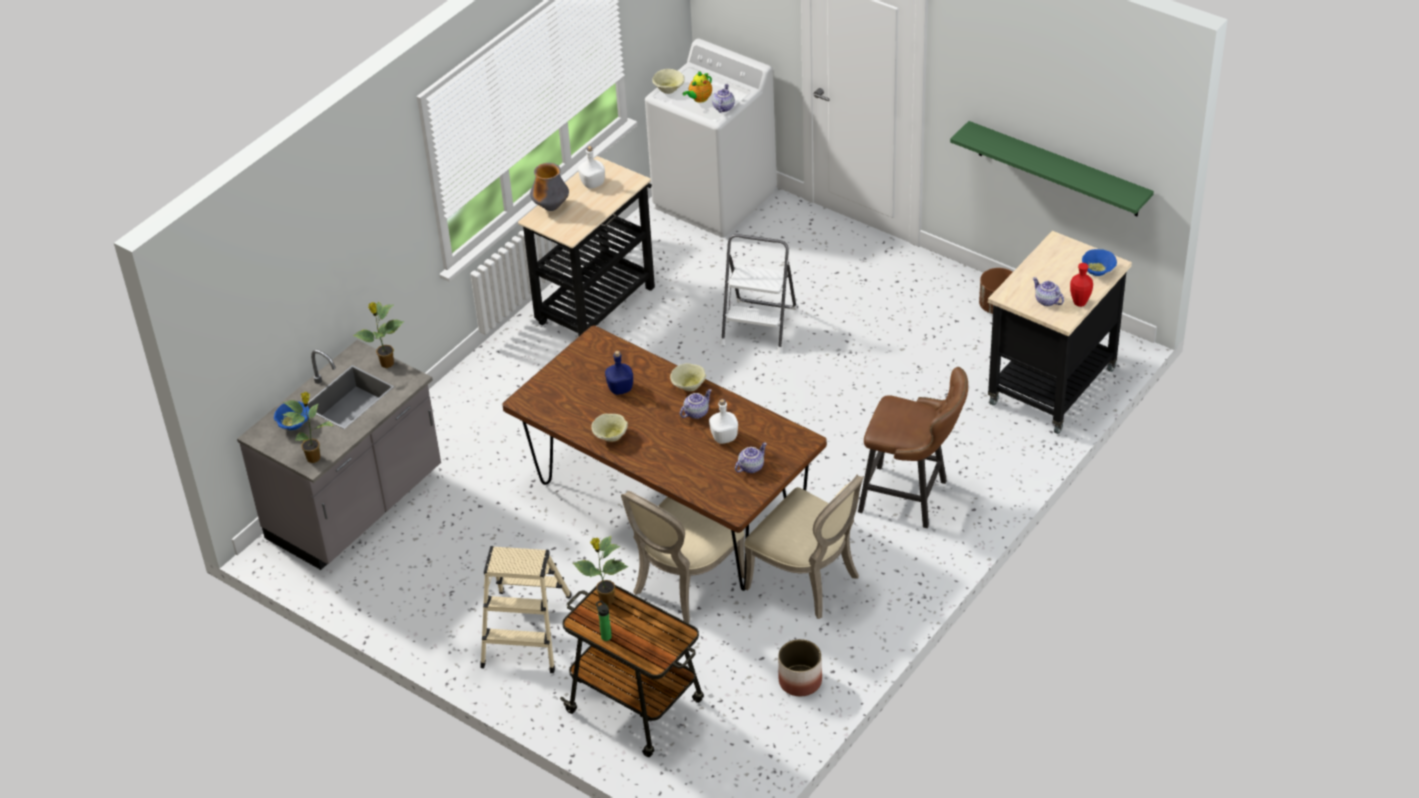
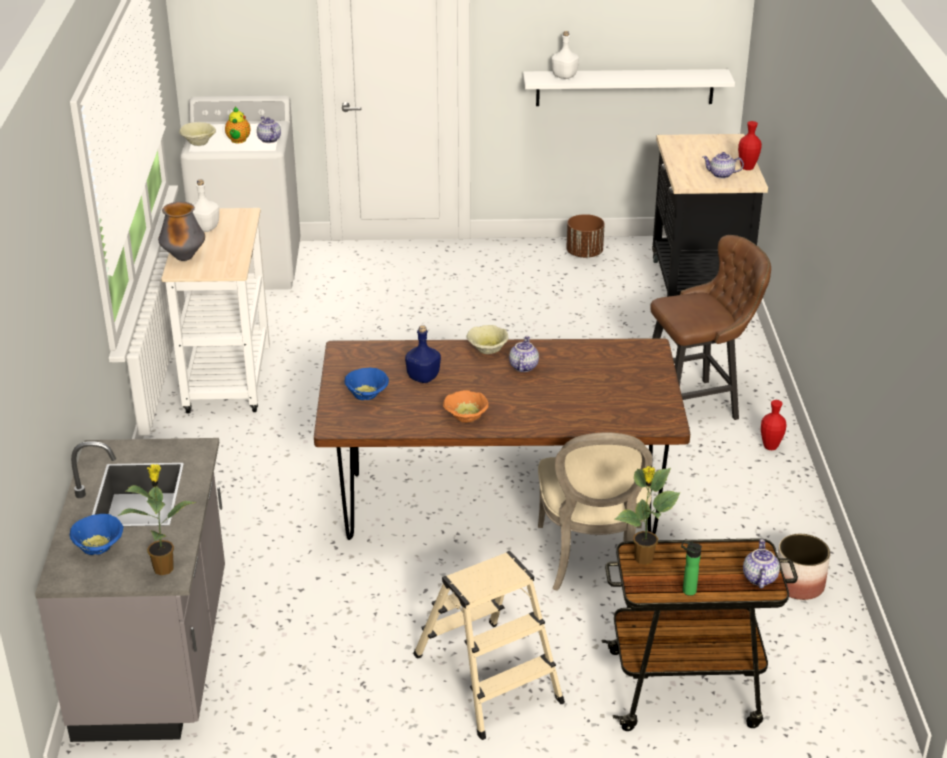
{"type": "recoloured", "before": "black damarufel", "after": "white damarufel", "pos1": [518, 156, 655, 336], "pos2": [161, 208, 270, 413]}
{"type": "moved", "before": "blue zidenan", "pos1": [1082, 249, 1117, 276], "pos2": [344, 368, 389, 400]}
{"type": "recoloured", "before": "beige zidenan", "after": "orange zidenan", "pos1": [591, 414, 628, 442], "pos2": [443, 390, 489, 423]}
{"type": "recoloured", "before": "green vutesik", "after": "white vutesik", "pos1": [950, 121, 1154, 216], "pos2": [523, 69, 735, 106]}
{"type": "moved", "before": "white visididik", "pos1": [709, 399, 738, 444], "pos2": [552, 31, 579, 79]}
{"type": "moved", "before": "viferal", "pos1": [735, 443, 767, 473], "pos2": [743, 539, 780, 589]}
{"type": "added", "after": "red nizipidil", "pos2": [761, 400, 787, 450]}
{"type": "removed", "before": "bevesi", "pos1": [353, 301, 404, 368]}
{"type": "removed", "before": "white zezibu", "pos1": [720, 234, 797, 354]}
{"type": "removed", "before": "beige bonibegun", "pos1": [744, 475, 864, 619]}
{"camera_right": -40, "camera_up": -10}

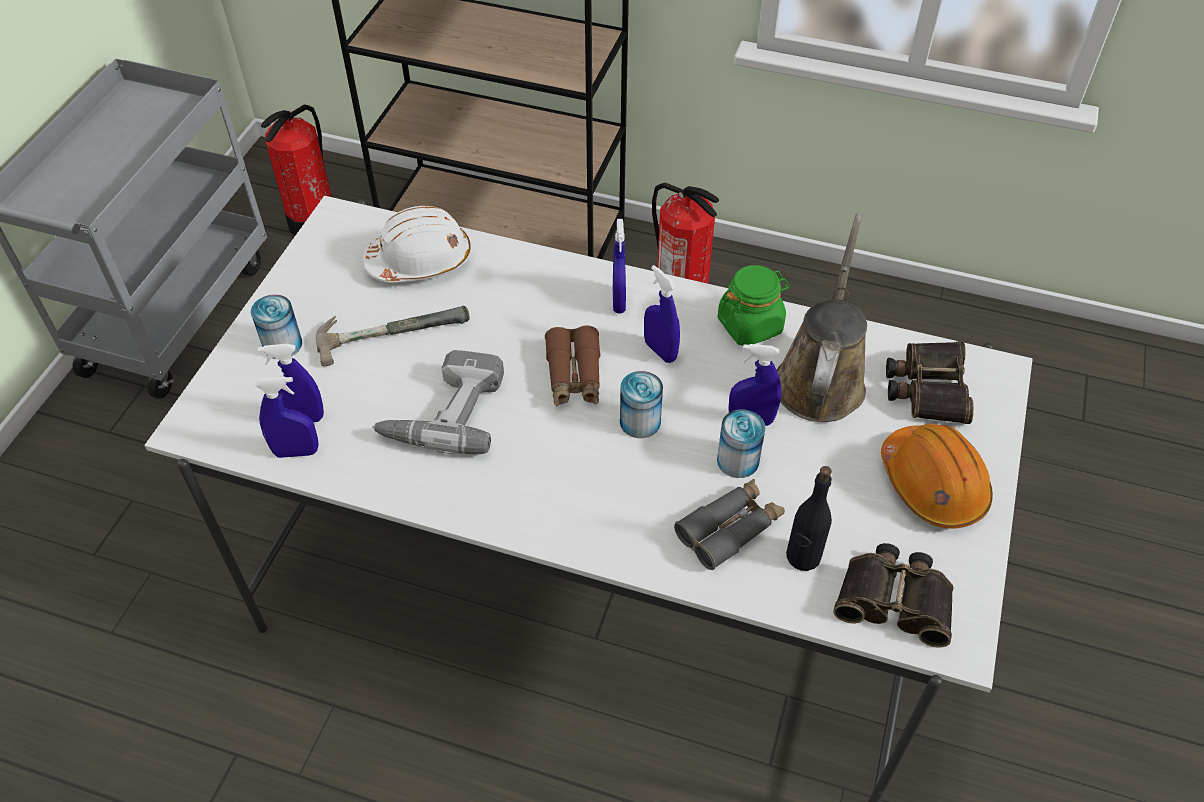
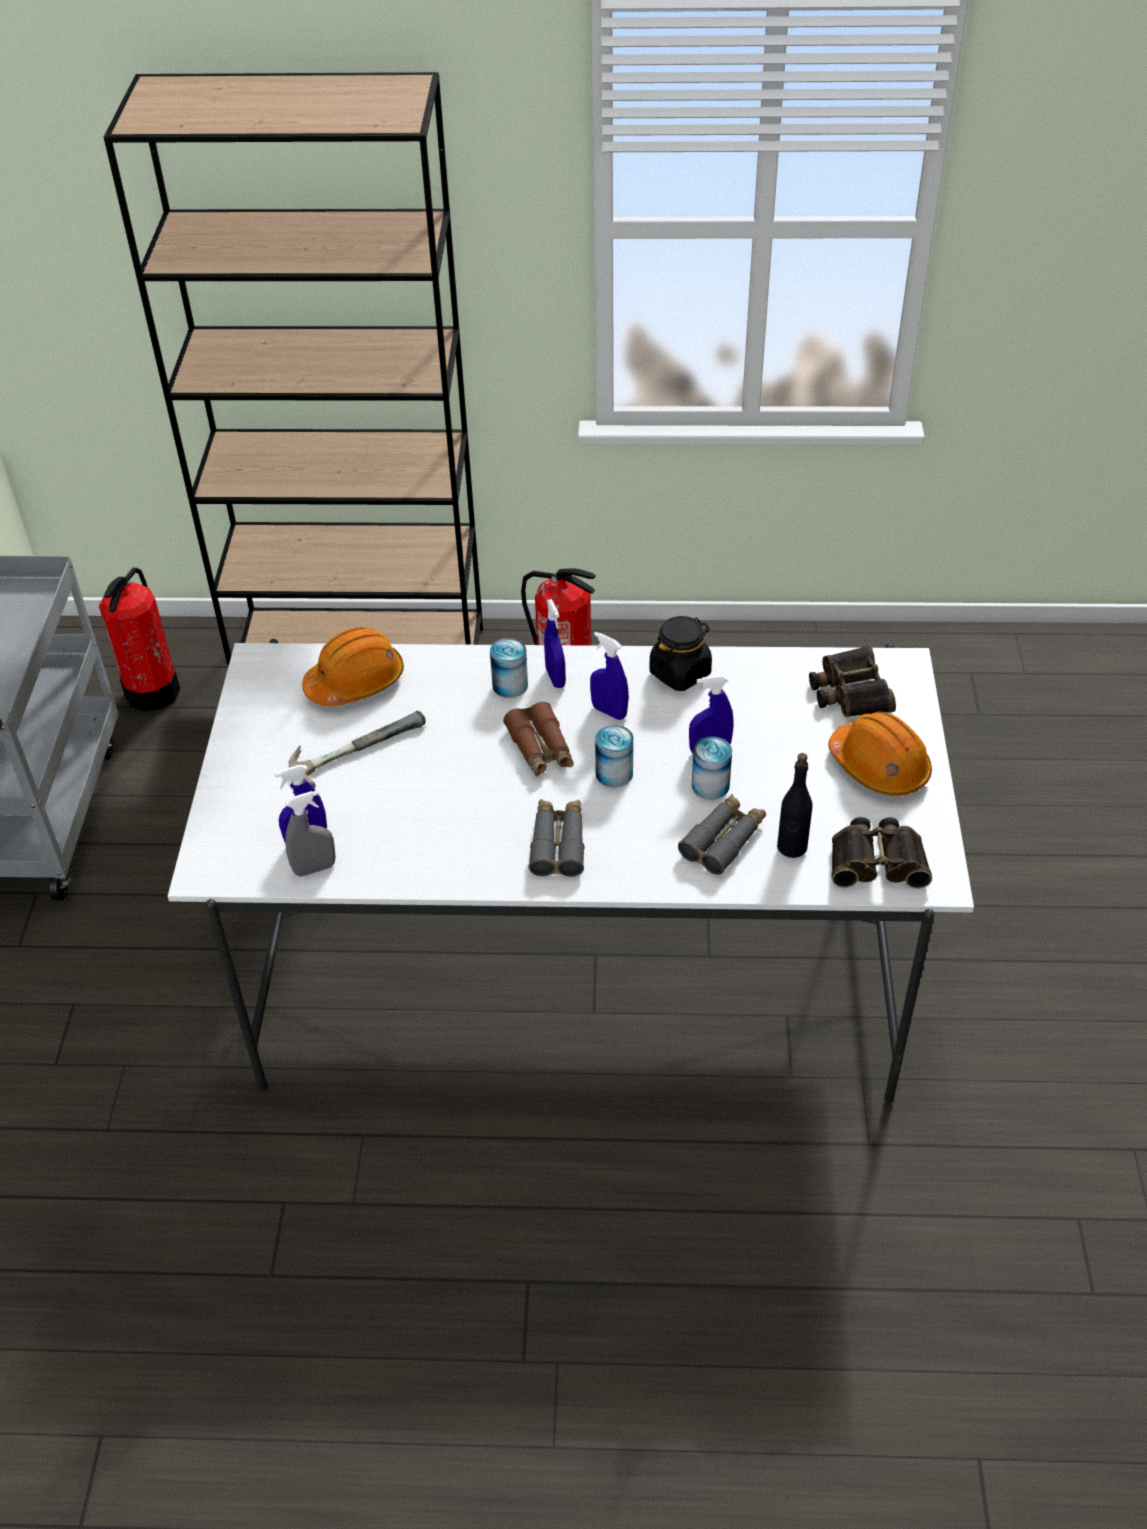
{"type": "recoloured", "before": "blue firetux", "after": "grey firetux", "pos1": [255, 377, 319, 458], "pos2": [285, 791, 336, 876]}
{"type": "recoloured", "before": "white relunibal", "after": "orange relunibal", "pos1": [362, 206, 471, 282], "pos2": [302, 627, 404, 706]}
{"type": "moved", "before": "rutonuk", "pos1": [251, 294, 302, 359], "pos2": [490, 638, 528, 698]}
{"type": "added", "after": "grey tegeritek", "pos2": [529, 799, 585, 877]}
{"type": "recoloured", "before": "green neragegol", "after": "black neragegol", "pos1": [718, 265, 790, 346], "pos2": [650, 616, 712, 691]}
{"type": "removed", "before": "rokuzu", "pos1": [372, 350, 504, 454]}
{"type": "removed", "before": "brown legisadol", "pos1": [777, 214, 867, 422]}
{"camera_right": -15, "camera_up": -5}

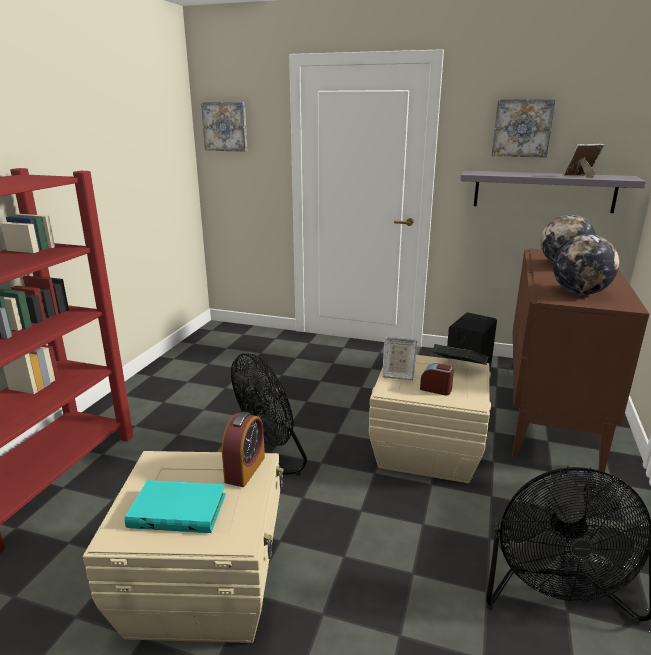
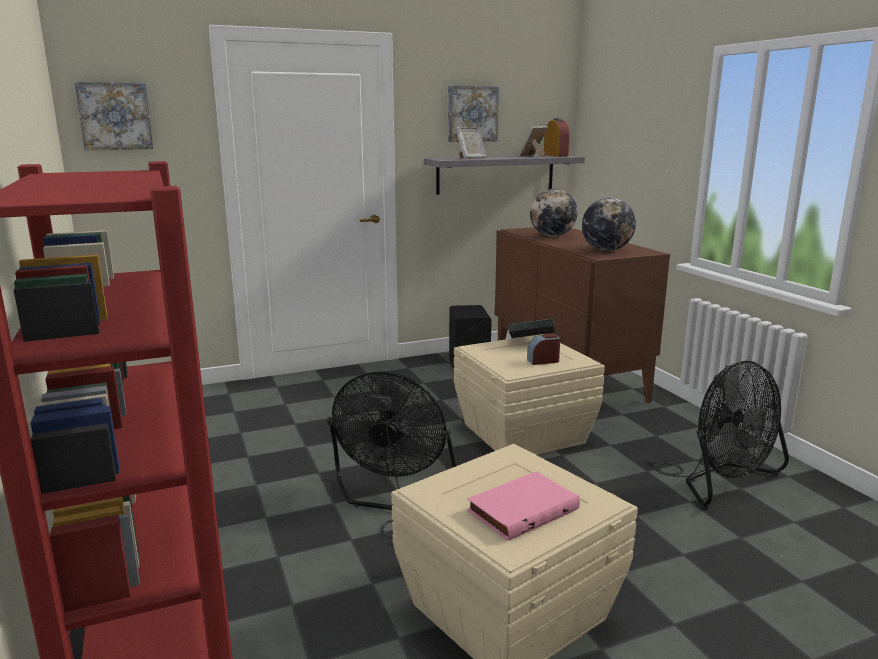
{"type": "moved", "before": "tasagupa", "pos1": [382, 336, 417, 380], "pos2": [456, 127, 486, 159]}
{"type": "recoloured", "before": "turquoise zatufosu", "after": "pink zatufosu", "pos1": [125, 480, 226, 533], "pos2": [467, 471, 580, 541]}
{"type": "moved", "before": "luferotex", "pos1": [222, 412, 265, 487], "pos2": [544, 118, 570, 157]}
{"camera_right": -40, "camera_up": -5}

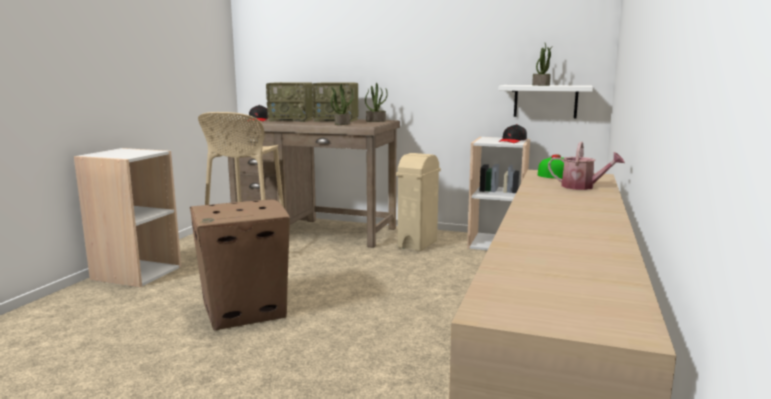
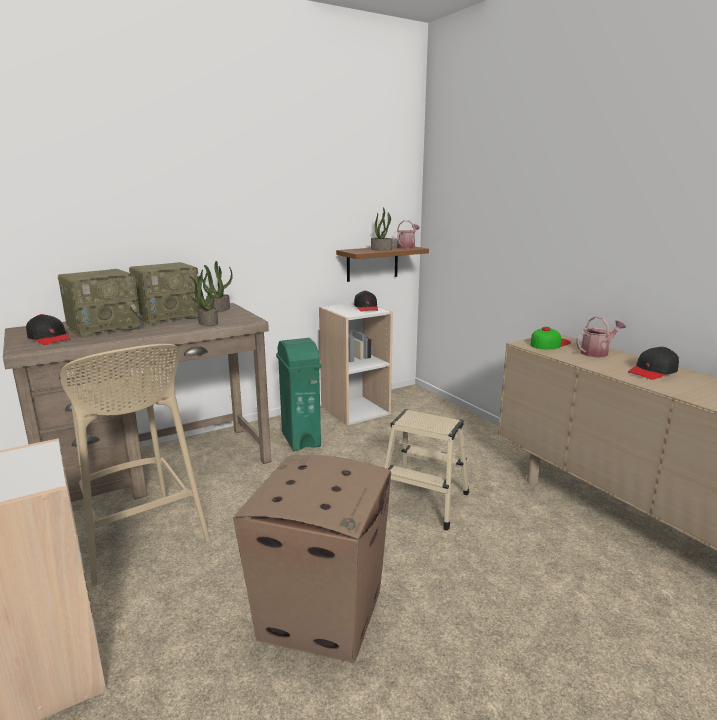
{"type": "recoloured", "before": "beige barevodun", "after": "green barevodun", "pos1": [396, 153, 441, 251], "pos2": [276, 338, 321, 451]}
{"type": "recoloured", "before": "white vutesik", "after": "brown vutesik", "pos1": [499, 85, 593, 118], "pos2": [336, 246, 429, 282]}
{"type": "added", "after": "beige zezibu", "pos2": [384, 409, 469, 531]}
{"type": "added", "after": "legisadol", "pos2": [397, 220, 419, 249]}
{"type": "added", "after": "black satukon", "pos2": [628, 346, 679, 380]}
{"camera_right": -50, "camera_up": 5}

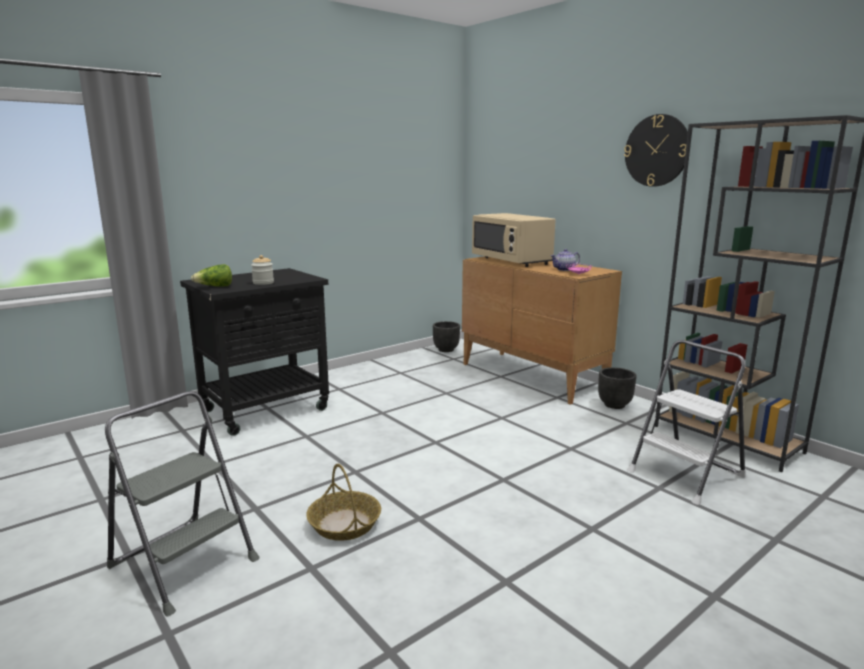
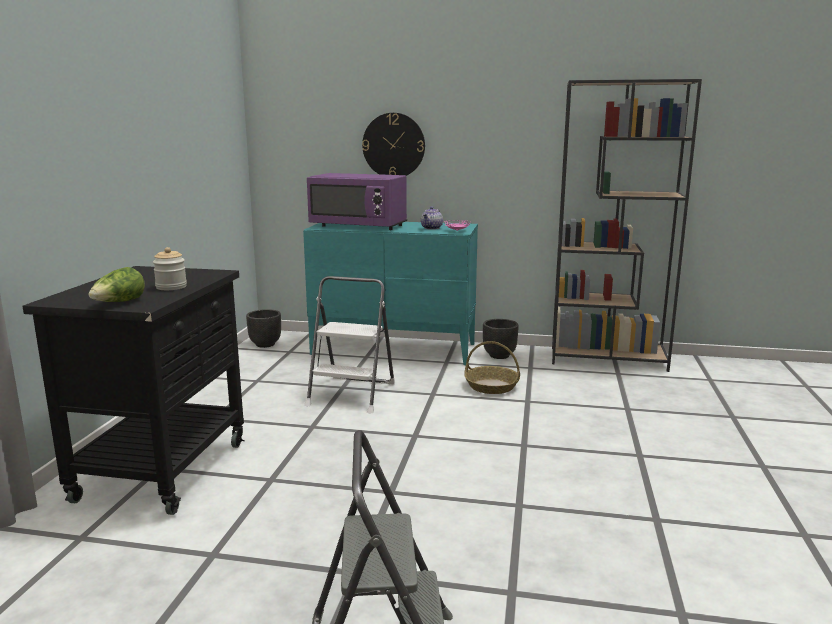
{"type": "recoloured", "before": "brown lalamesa", "after": "turquoise lalamesa", "pos1": [462, 256, 622, 405], "pos2": [303, 222, 478, 365]}
{"type": "moved", "before": "white zezibu", "pos1": [627, 340, 746, 505], "pos2": [304, 276, 395, 414]}
{"type": "recoloured", "before": "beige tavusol", "after": "purple tavusol", "pos1": [472, 213, 556, 267], "pos2": [307, 173, 407, 230]}
{"type": "moved", "before": "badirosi", "pos1": [624, 114, 688, 187], "pos2": [362, 113, 425, 176]}
{"type": "moved", "before": "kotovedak", "pos1": [306, 464, 381, 541], "pos2": [464, 341, 520, 394]}
{"camera_right": -40, "camera_up": 0}

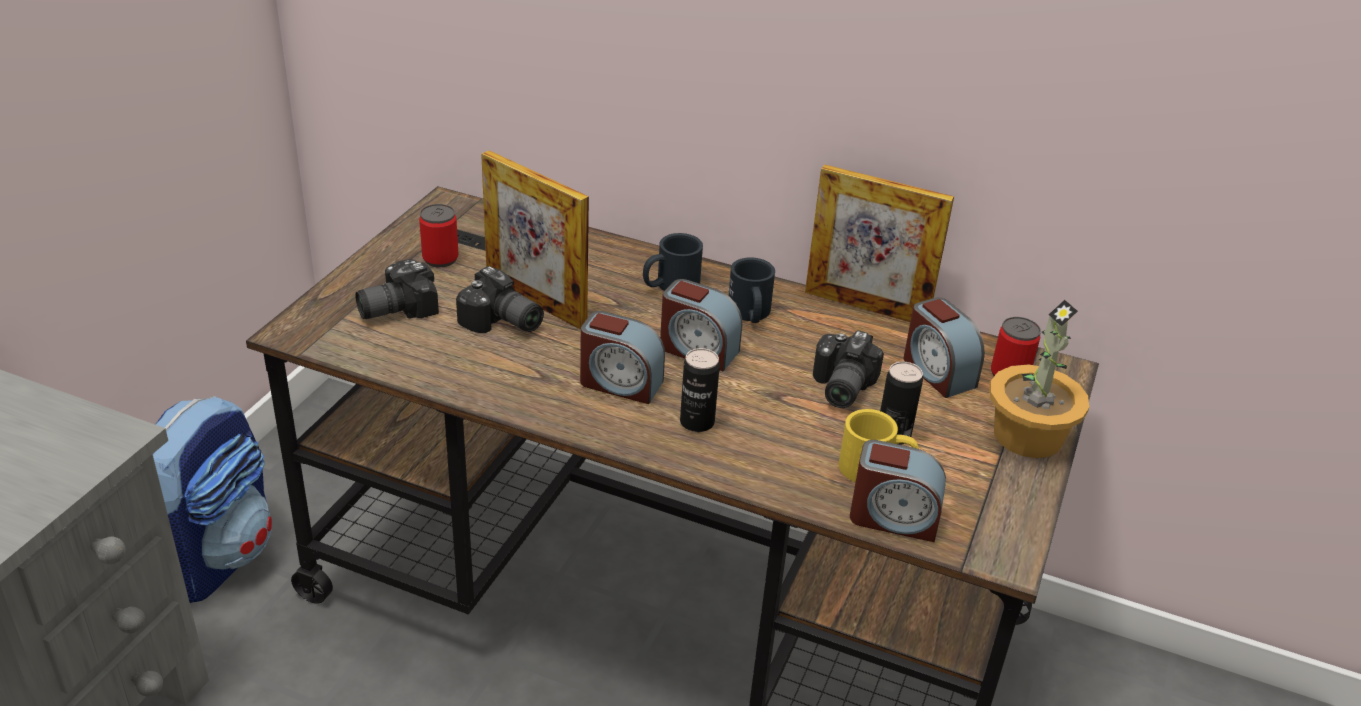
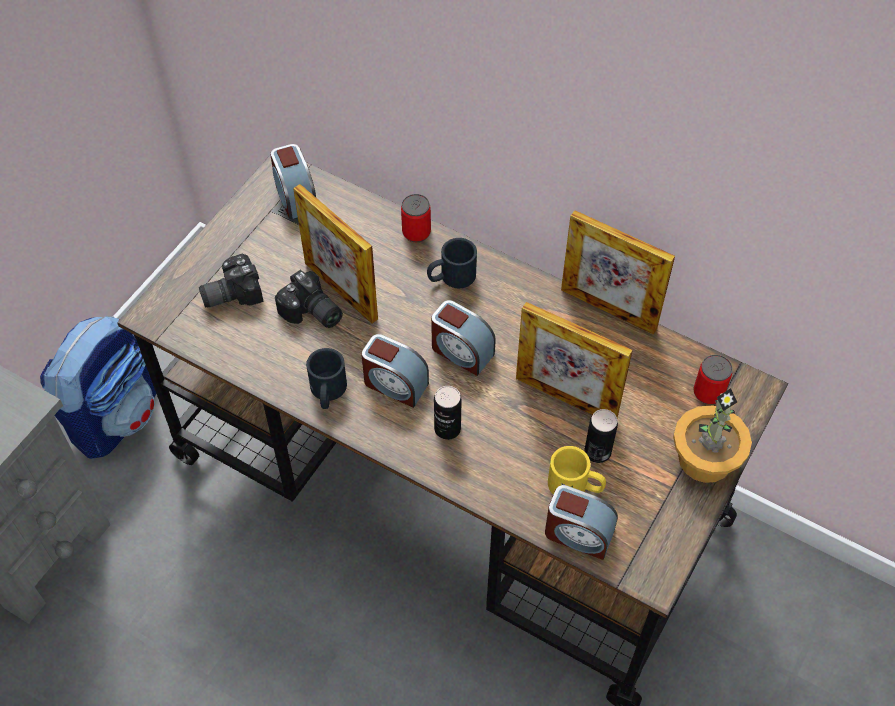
{"type": "moved", "before": "luferotex", "pos1": [904, 298, 985, 398], "pos2": [270, 144, 316, 219]}
{"type": "moved", "before": "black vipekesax", "pos1": [728, 257, 775, 323], "pos2": [306, 348, 347, 409]}
{"type": "moved", "before": "rutonuk", "pos1": [419, 204, 458, 267], "pos2": [401, 194, 431, 242]}
{"type": "replaced", "before": "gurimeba", "after": "tasagupa", "pos1": [813, 330, 884, 408], "pos2": [516, 302, 633, 418]}
{"camera_right": 10, "camera_up": 20}

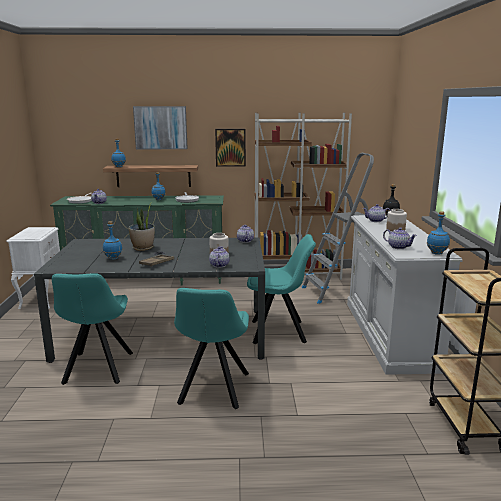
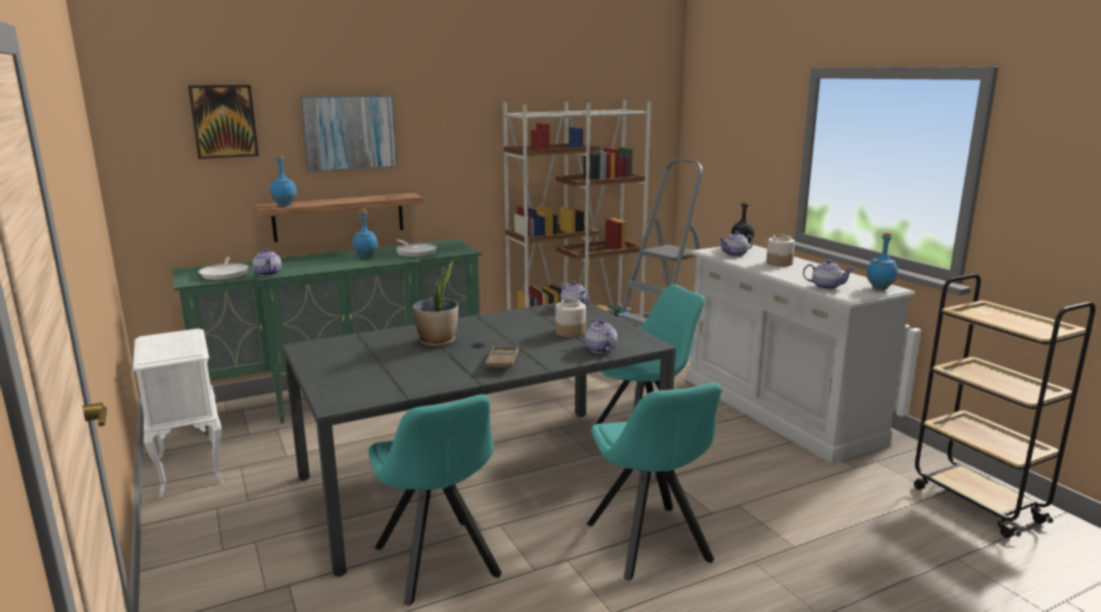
{"type": "moved", "before": "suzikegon", "pos1": [215, 129, 246, 167], "pos2": [188, 85, 259, 159]}
{"type": "removed", "before": "blue visididik", "pos1": [103, 221, 123, 260]}
{"camera_right": -25, "camera_up": 0}

